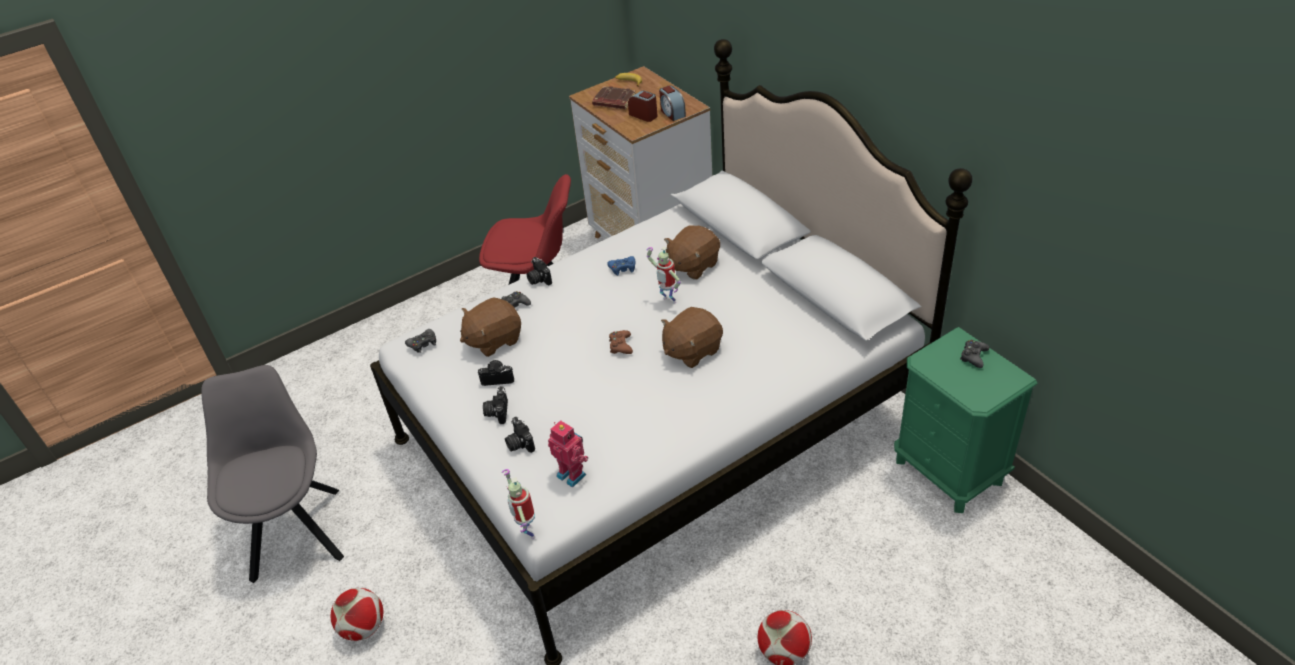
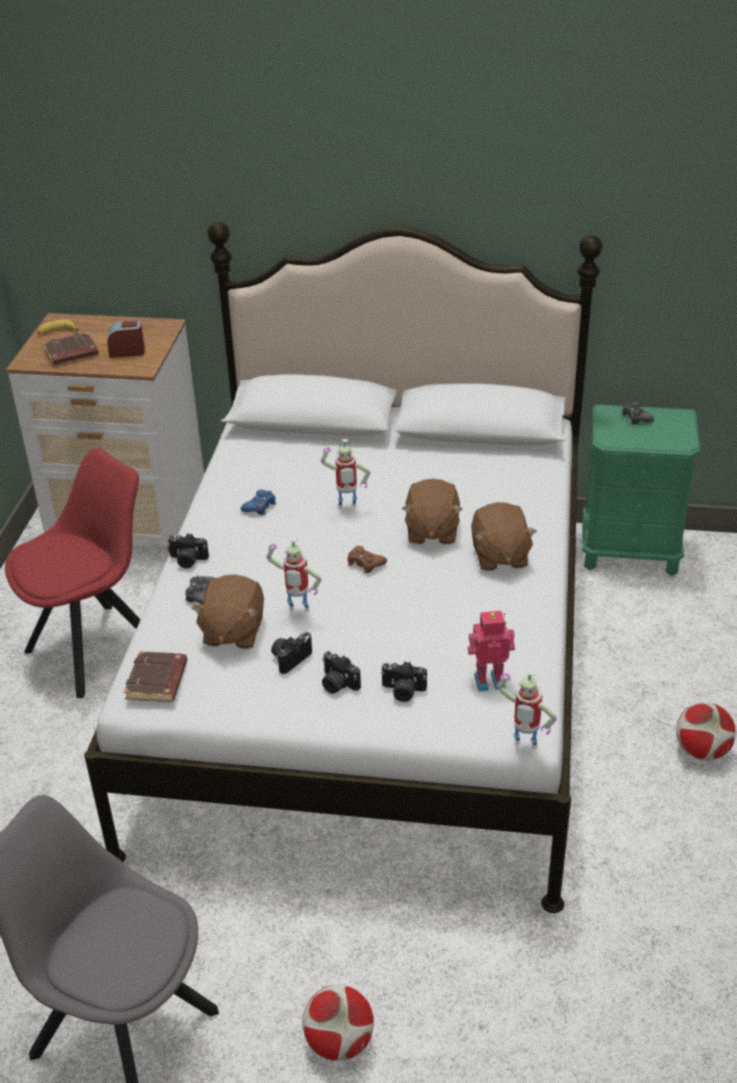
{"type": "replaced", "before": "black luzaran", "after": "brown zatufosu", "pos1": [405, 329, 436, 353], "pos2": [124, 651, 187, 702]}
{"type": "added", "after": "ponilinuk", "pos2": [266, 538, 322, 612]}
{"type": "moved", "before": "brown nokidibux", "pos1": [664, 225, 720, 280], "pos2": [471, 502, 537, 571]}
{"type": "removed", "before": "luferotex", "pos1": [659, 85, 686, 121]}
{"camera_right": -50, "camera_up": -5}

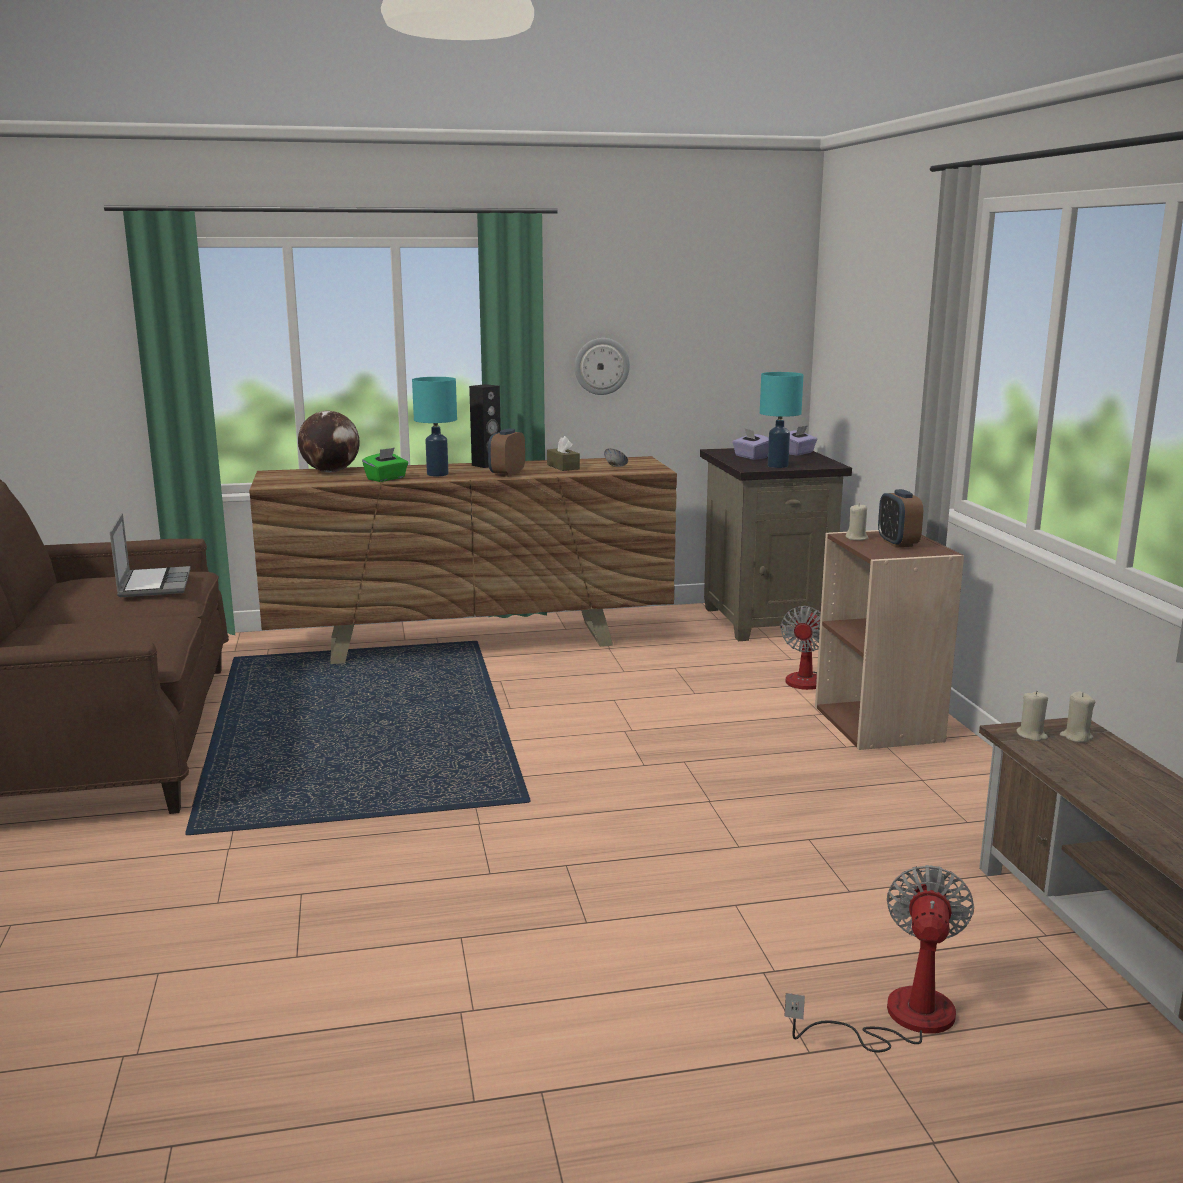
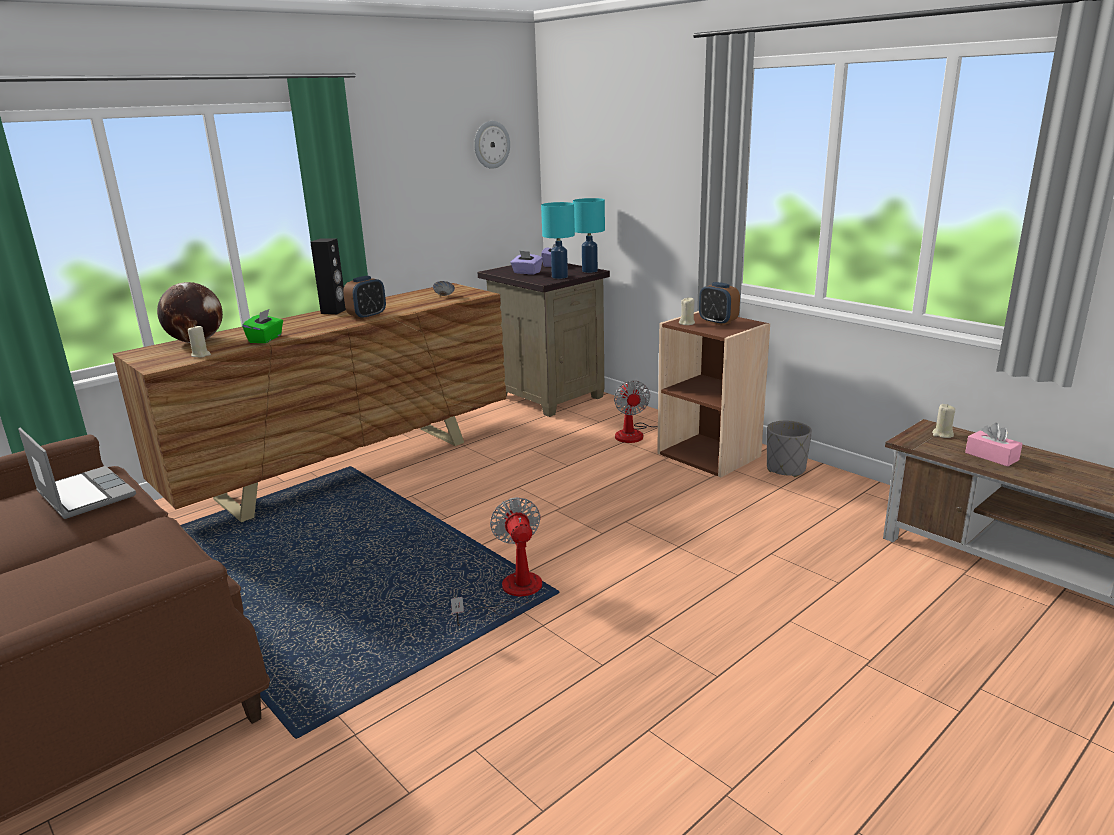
{"type": "moved", "before": "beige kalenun", "pos1": [1016, 691, 1048, 741], "pos2": [188, 325, 211, 358]}
{"type": "turned", "before": "luferotex", "pos1": [488, 429, 525, 477], "pos2": [343, 276, 386, 320], "turn": -135}
{"type": "moved", "before": "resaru", "pos1": [784, 865, 974, 1053], "pos2": [451, 497, 542, 626]}
{"type": "moved", "before": "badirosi", "pos1": [574, 338, 630, 395], "pos2": [474, 121, 510, 169]}
{"type": "moved", "before": "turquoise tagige", "pos1": [412, 377, 457, 476], "pos2": [573, 198, 605, 273]}
{"type": "added", "after": "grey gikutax", "pos2": [767, 421, 812, 477]}
{"type": "added", "after": "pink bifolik", "pos2": [965, 423, 1023, 467]}
{"type": "removed", "before": "brown bifolik", "pos1": [547, 436, 580, 471]}
{"camera_right": -30, "camera_up": 5}

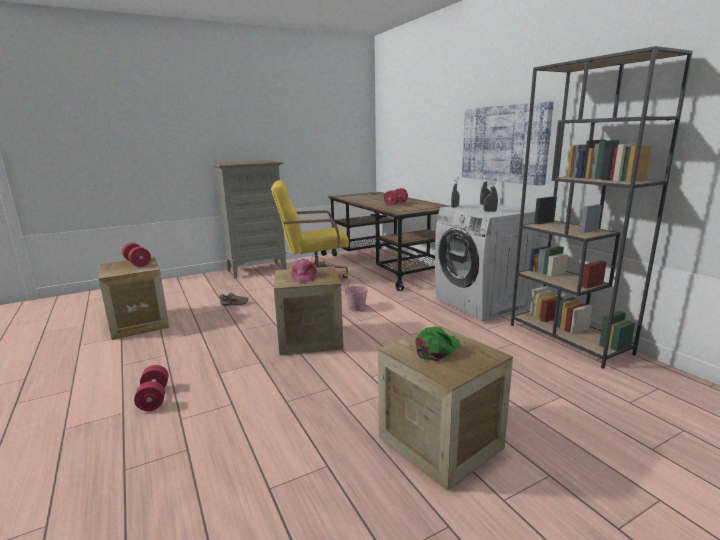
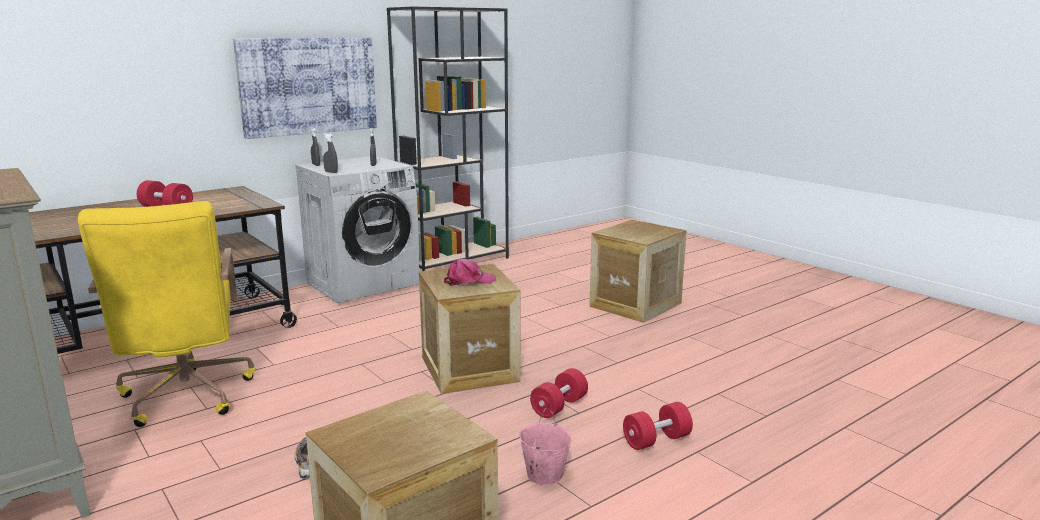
{"type": "moved", "before": "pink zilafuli", "pos1": [344, 276, 368, 311], "pos2": [519, 408, 572, 485]}
{"type": "moved", "before": "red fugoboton", "pos1": [122, 243, 151, 267], "pos2": [530, 368, 588, 418]}
{"type": "removed", "before": "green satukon", "pos1": [415, 327, 460, 361]}
{"camera_right": -100, "camera_up": 0}

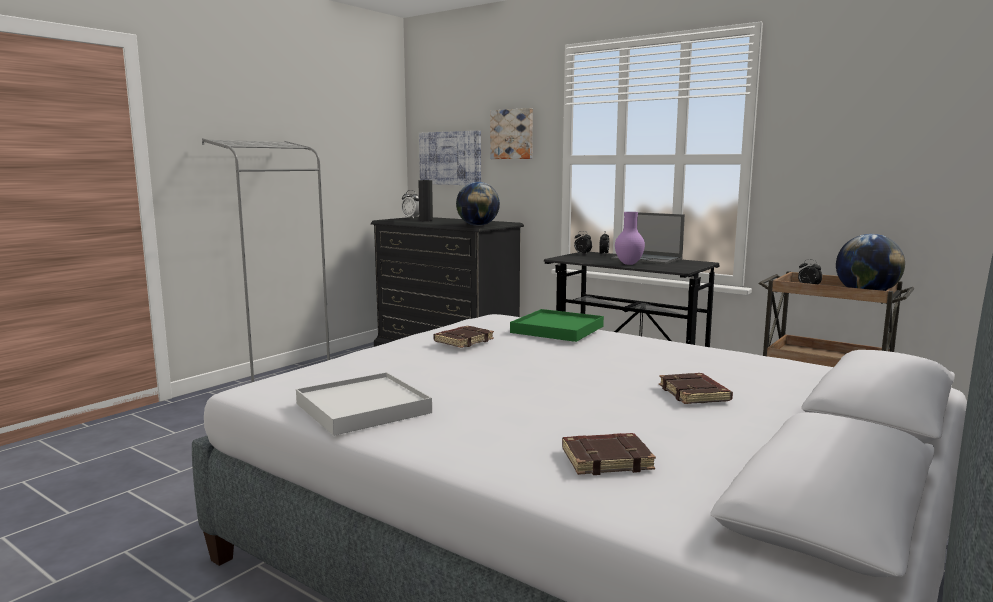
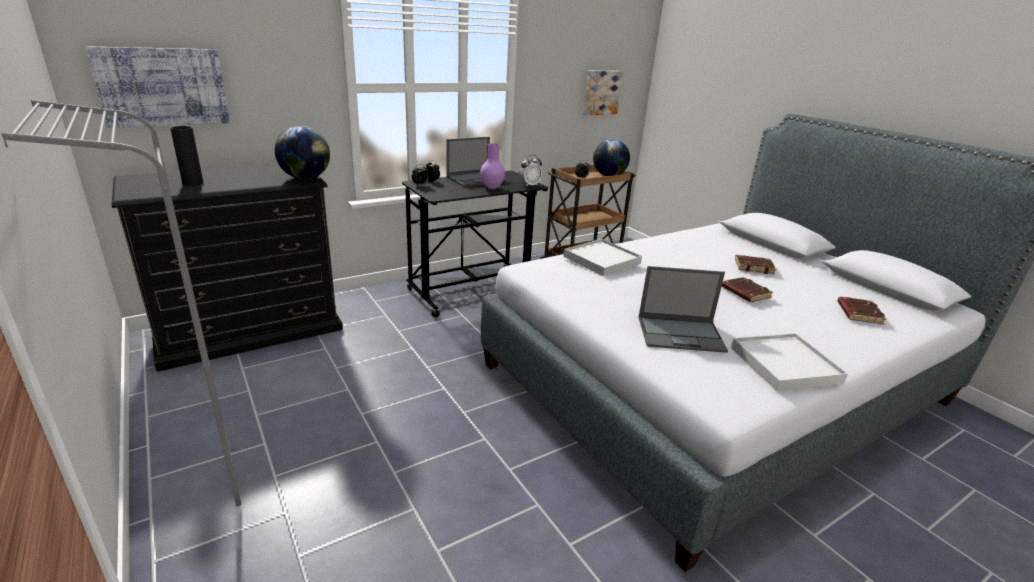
{"type": "moved", "before": "luferotex", "pos1": [401, 190, 419, 219], "pos2": [519, 155, 542, 187]}
{"type": "recoloured", "before": "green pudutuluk", "after": "white pudutuluk", "pos1": [510, 309, 604, 342], "pos2": [564, 239, 642, 276]}
{"type": "moved", "before": "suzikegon", "pos1": [490, 108, 533, 159], "pos2": [583, 71, 623, 115]}
{"type": "added", "after": "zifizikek", "pos2": [638, 266, 728, 353]}
{"type": "moved", "before": "brown zatufosu", "pos1": [433, 326, 494, 348], "pos2": [722, 277, 773, 302]}
{"camera_right": -70, "camera_up": 15}

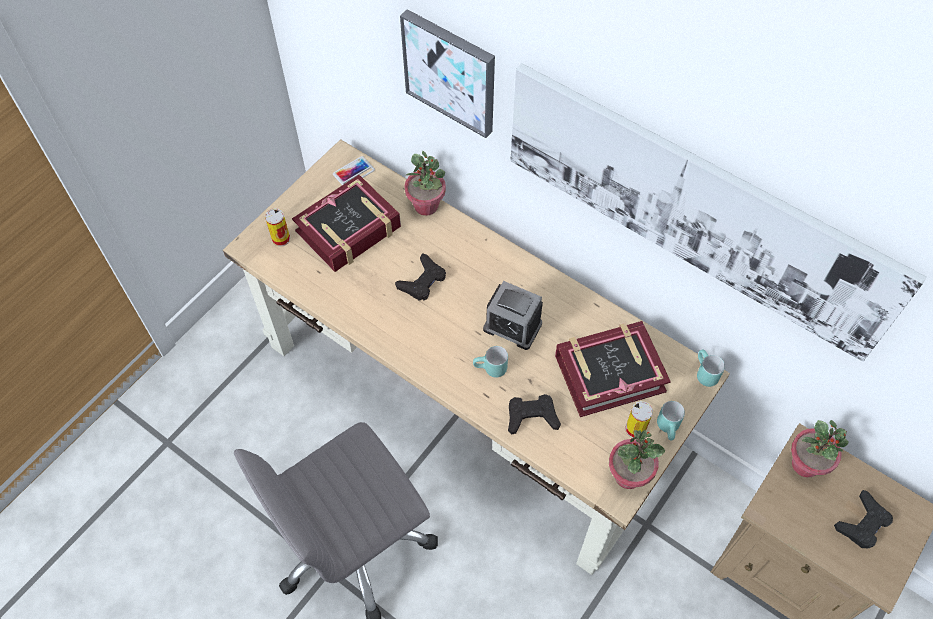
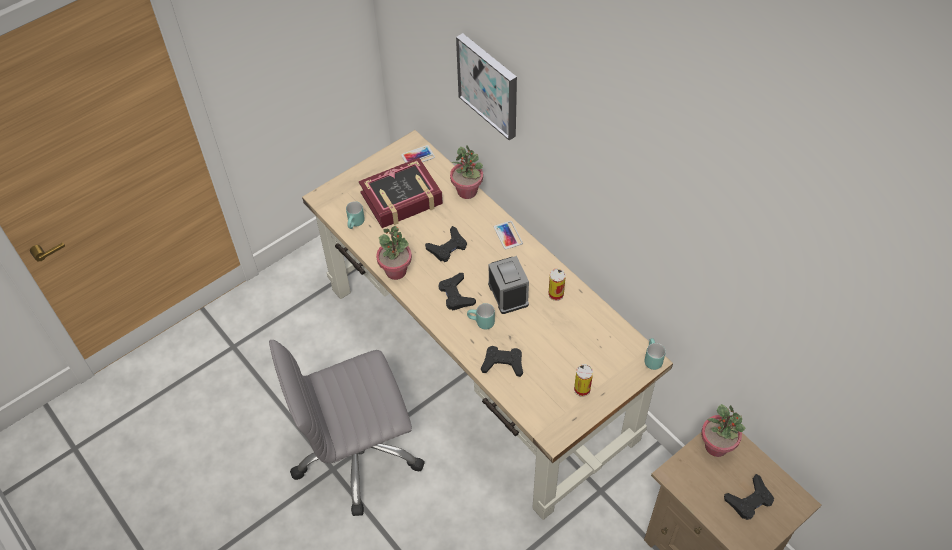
{"type": "moved", "before": "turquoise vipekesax", "pos1": [657, 401, 685, 440], "pos2": [346, 201, 365, 229]}
{"type": "moved", "before": "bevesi", "pos1": [609, 430, 665, 489], "pos2": [376, 226, 412, 280]}
{"type": "added", "after": "black luzaran", "pos2": [438, 273, 476, 310]}
{"type": "turned", "before": "luferotex", "pos1": [483, 281, 543, 350], "pos2": [488, 256, 529, 314], "turn": -150}
{"type": "added", "after": "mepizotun", "pos2": [494, 221, 523, 249]}
{"type": "moved", "before": "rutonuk", "pos1": [265, 208, 290, 247], "pos2": [548, 268, 566, 301]}
{"type": "removed", "before": "suzikegon", "pos1": [510, 63, 927, 362]}
{"type": "removed", "before": "zatufosu", "pos1": [555, 321, 671, 417]}
{"camera_right": 15, "camera_up": -5}

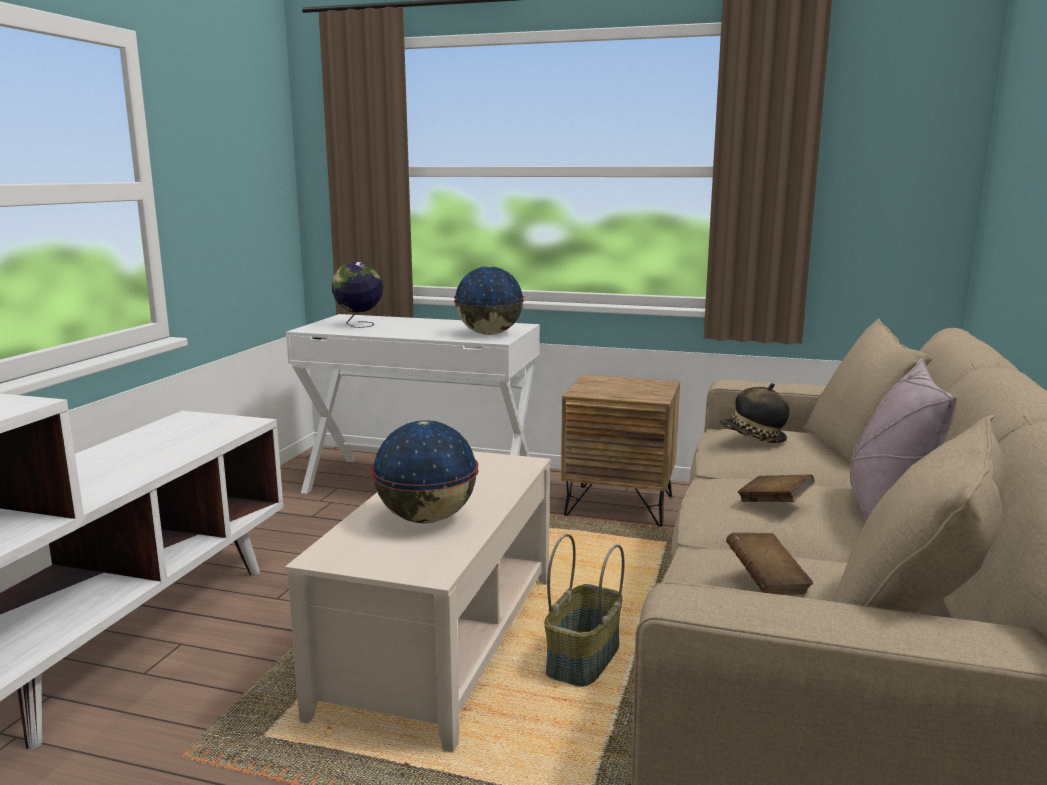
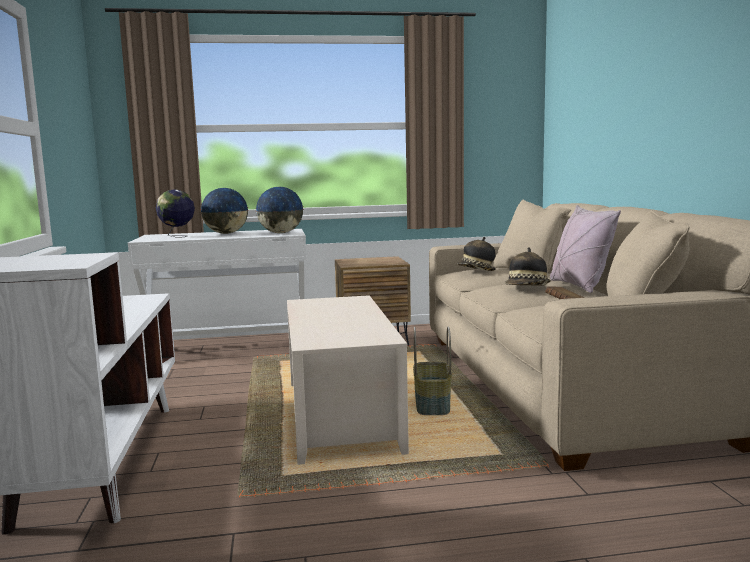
{"type": "moved", "before": "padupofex", "pos1": [371, 420, 479, 523], "pos2": [200, 188, 249, 234]}
{"type": "replaced", "before": "brown zatufosu", "after": "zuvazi", "pos1": [738, 474, 815, 502], "pos2": [505, 247, 551, 285]}
{"camera_right": -25, "camera_up": -5}

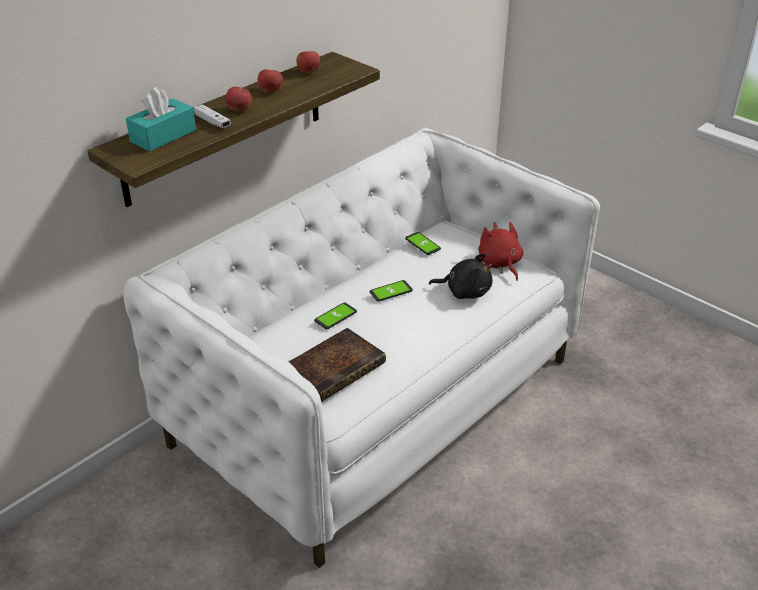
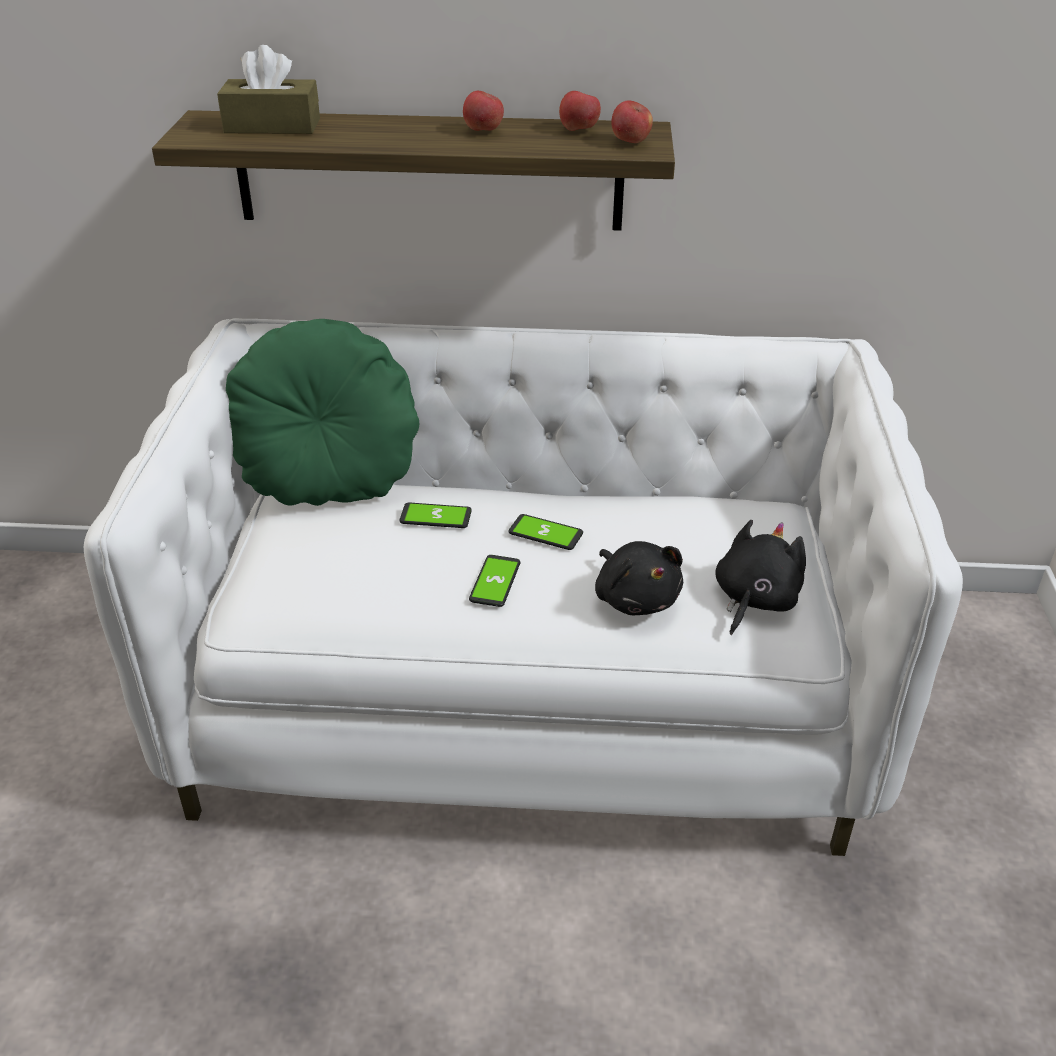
{"type": "recoloured", "before": "turquoise bifolik", "after": "brown bifolik", "pos1": [126, 87, 196, 151], "pos2": [217, 45, 320, 134]}
{"type": "added", "after": "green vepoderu", "pos2": [226, 319, 419, 506]}
{"type": "moved", "before": "mepizotun", "pos1": [405, 232, 441, 255], "pos2": [469, 555, 520, 607]}
{"type": "moved", "before": "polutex", "pos1": [226, 87, 252, 111], "pos2": [611, 100, 653, 143]}
{"type": "recoloured", "before": "red nokidibux", "after": "black nokidibux", "pos1": [478, 222, 523, 281], "pos2": [715, 520, 806, 635]}
{"type": "removed", "before": "white luzaran", "pos1": [194, 104, 231, 128]}
{"type": "removed", "before": "zatufosu", "pos1": [288, 328, 386, 402]}
{"camera_right": 50, "camera_up": 0}

